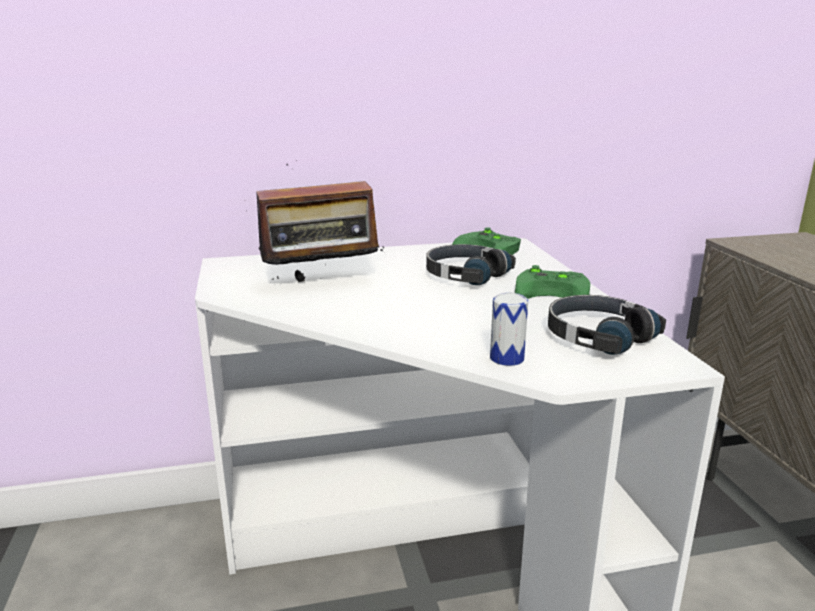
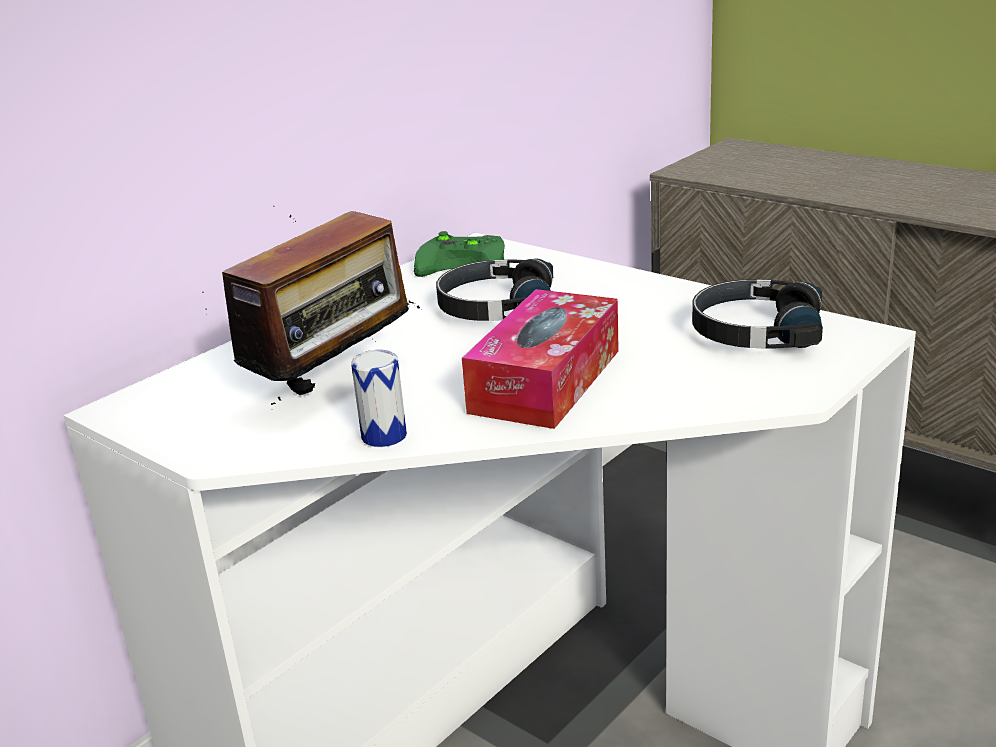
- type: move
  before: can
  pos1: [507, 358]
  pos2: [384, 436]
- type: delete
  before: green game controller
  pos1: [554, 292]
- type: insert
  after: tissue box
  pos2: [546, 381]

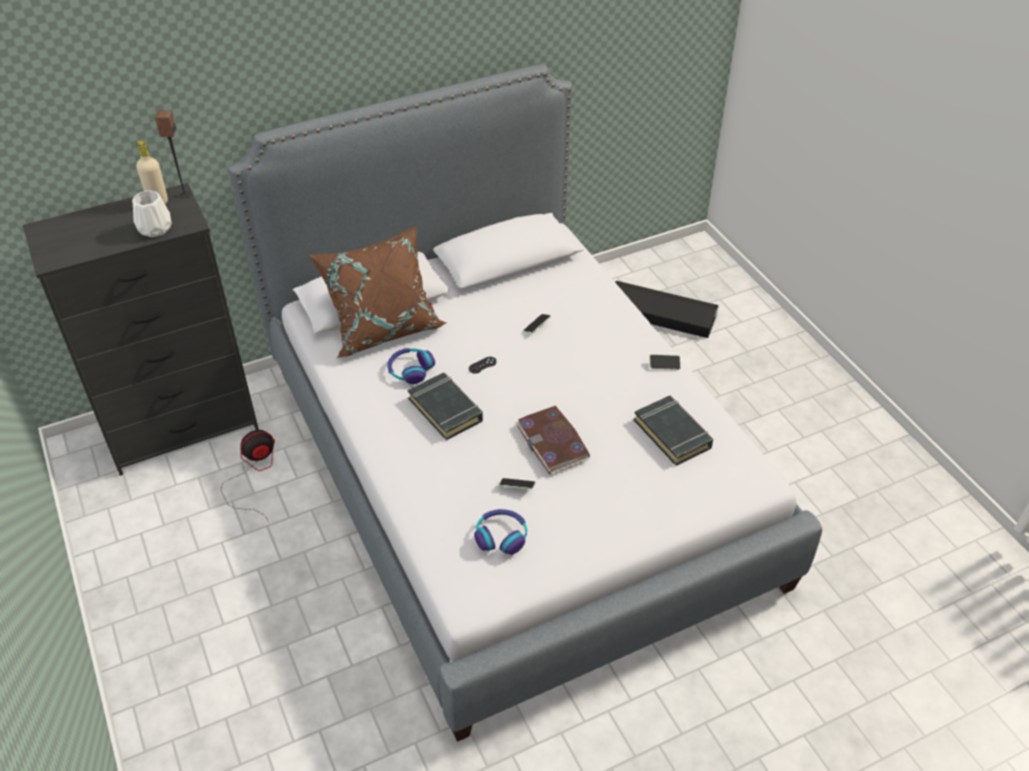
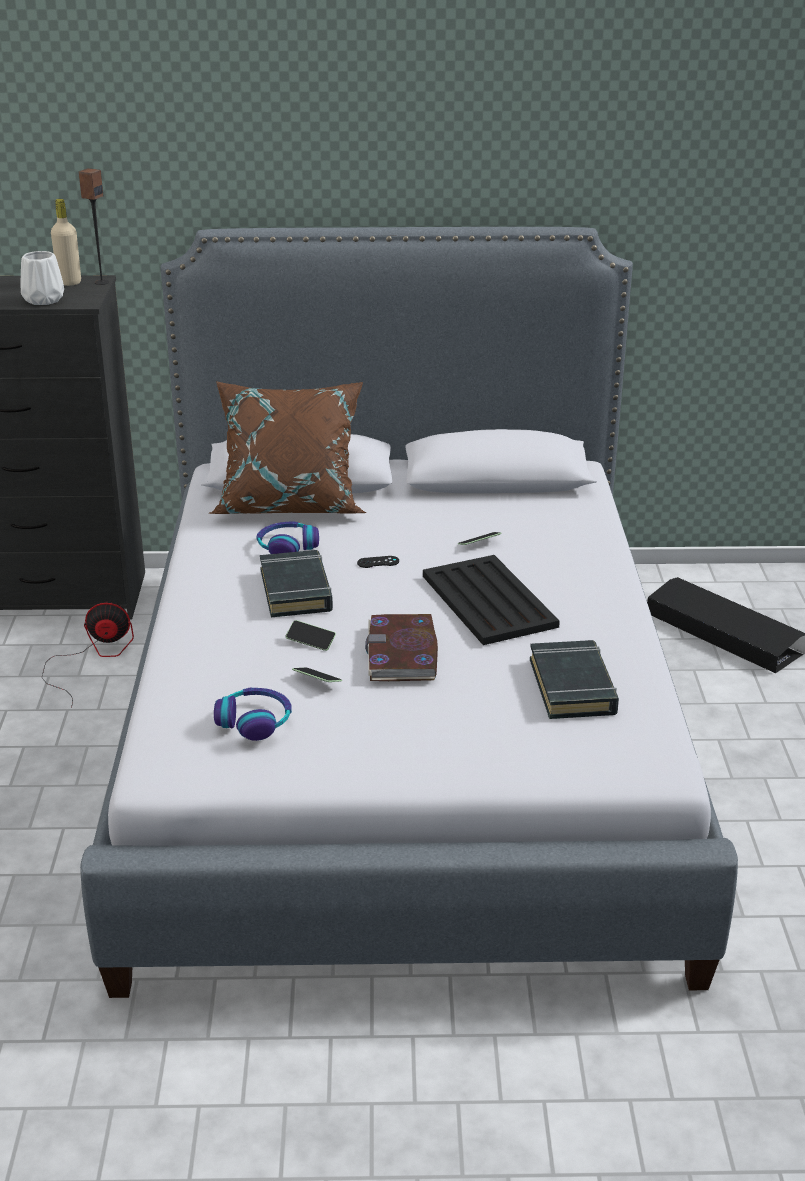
- type: move
  before: phone
  pos1: [664, 365]
  pos2: [310, 641]
- type: insert
  after: blackish carrying tray
  pos2: [488, 600]

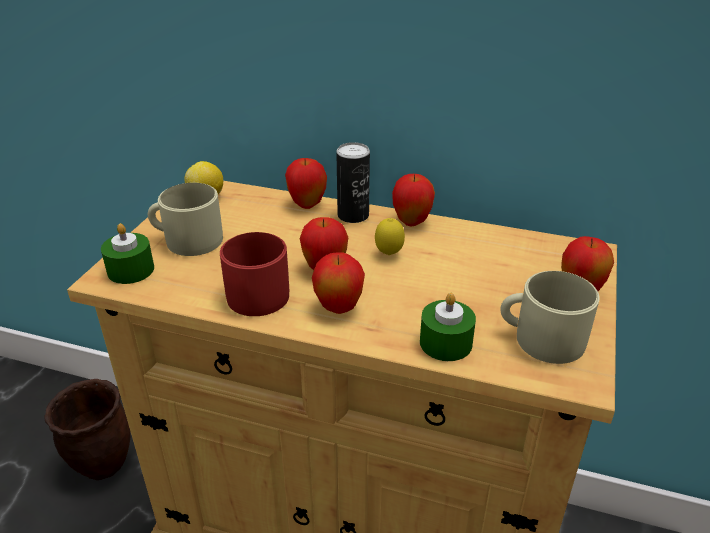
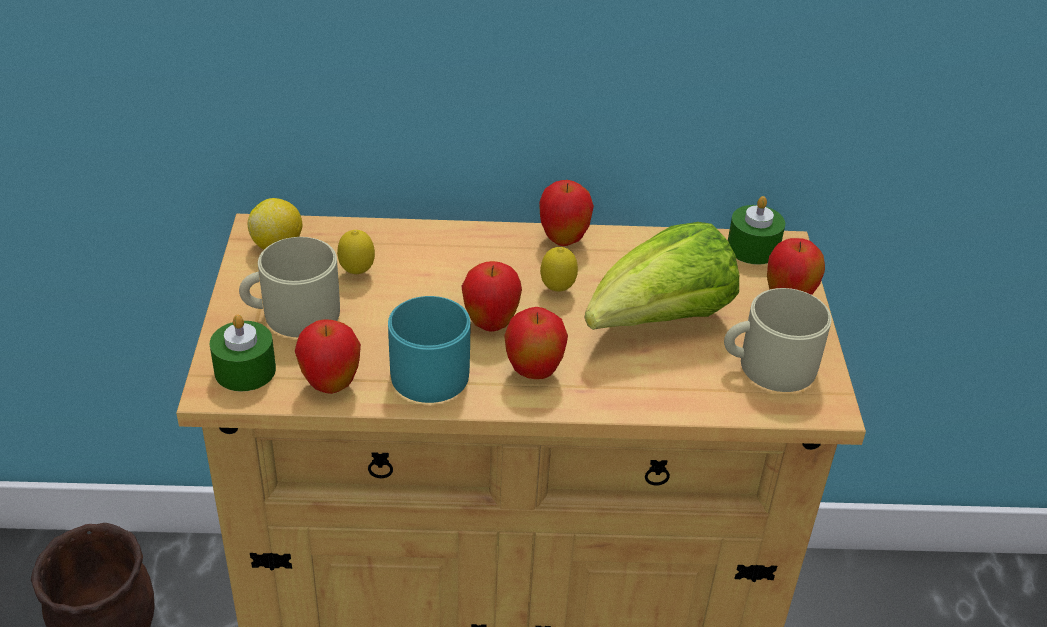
- type: recolor
  before: red-coloured coffee mug
  after: blue-green coffee mug
  pos1: [256, 291]
  pos2: [424, 369]
- type: move
  before: apple fruit
  pos1: [307, 204]
  pos2: [330, 385]
- type: delete
  before: can
  pos1: [353, 215]
- type: move
  before: green wax light
  pos1: [445, 343]
  pos2: [752, 248]
- type: insert
  after: citrus fruit
  pos2: [357, 273]
- type: insert
  after: lettuce
  pos2: [660, 322]

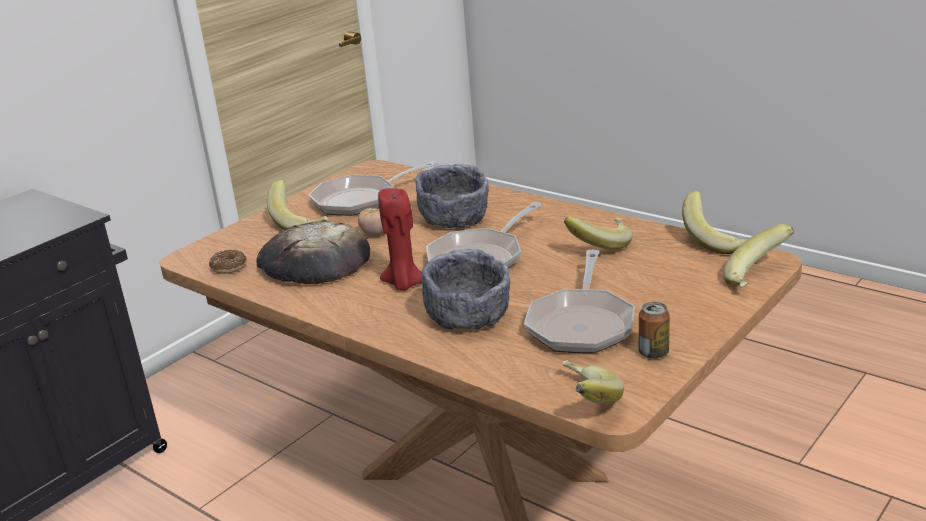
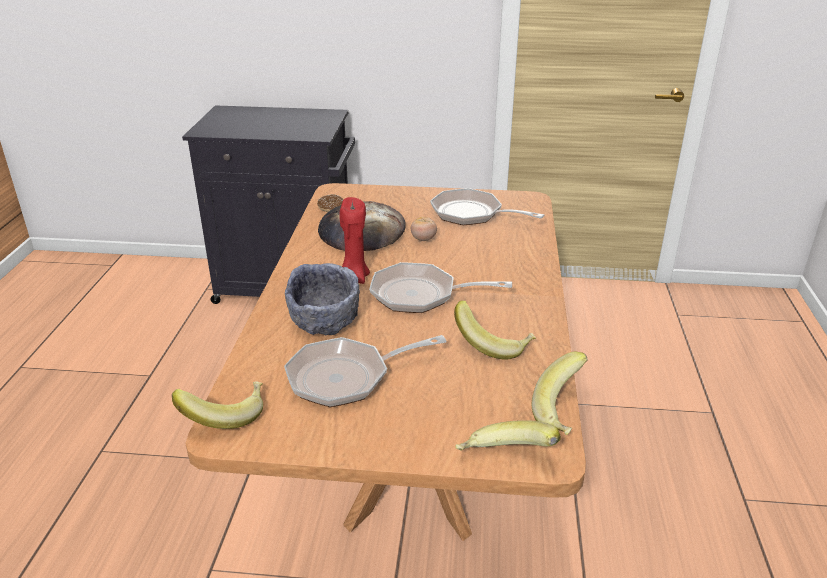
- type: delete
  before: whole banana
  pos1: [300, 223]
- type: delete
  before: grey bowl
  pos1: [455, 219]
- type: delete
  before: can
  pos1: [653, 353]

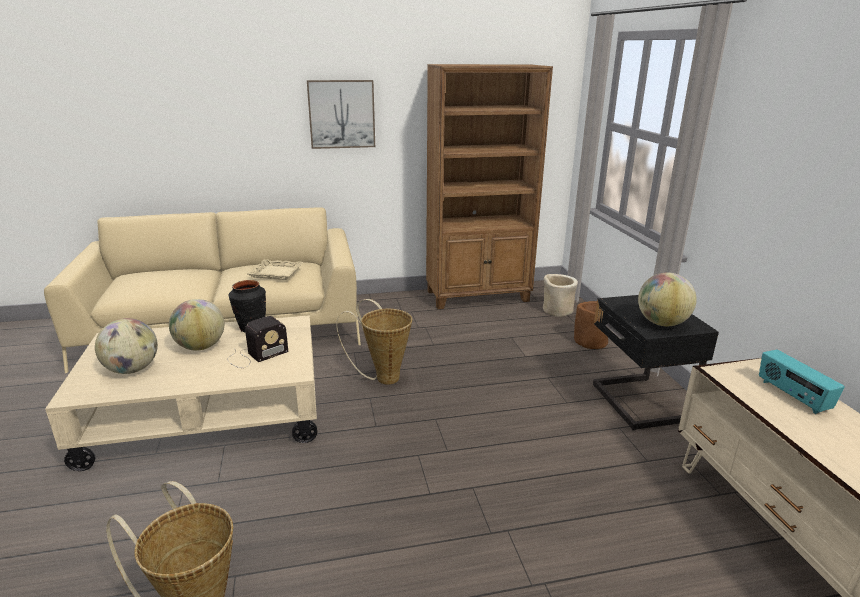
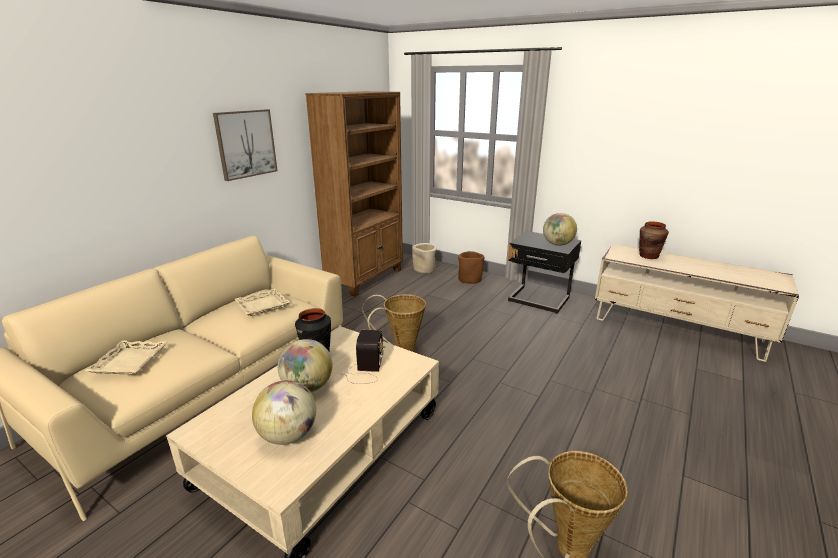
- type: replace
  before: radio
  after: brownish flower vase
  pos1: [792, 396]
  pos2: [648, 256]
- type: insert
  after: sand-coloured carrying tray
  pos2: [129, 361]

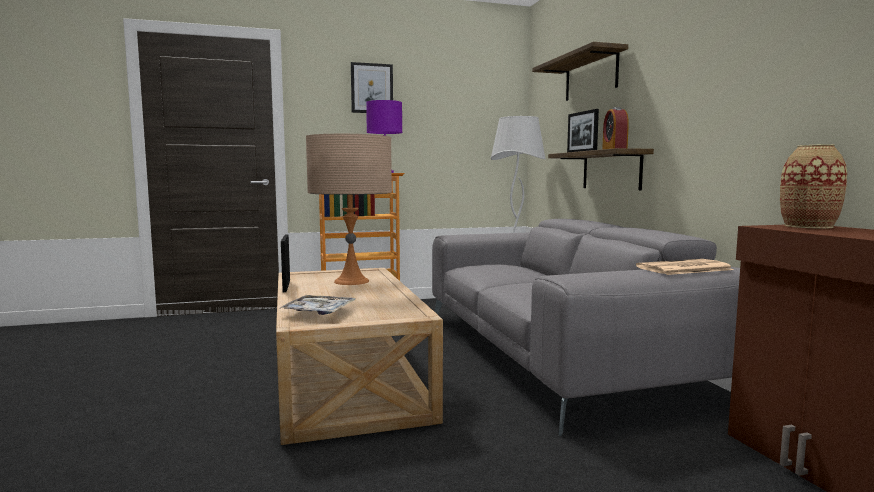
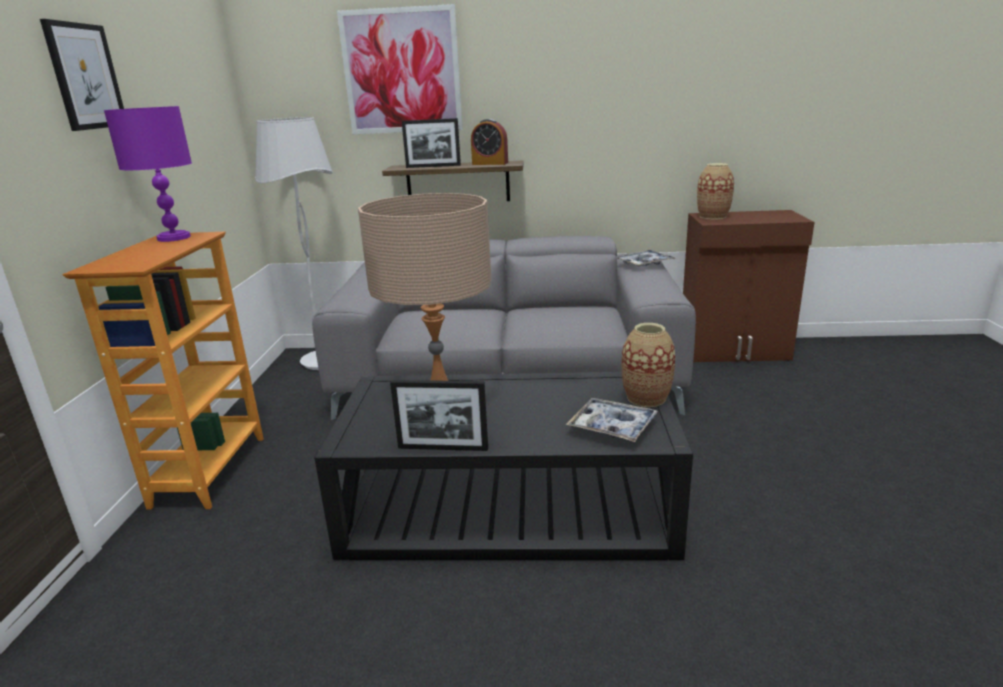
- type: recolor
  before: sand-coloured coffee table
  after: blackish coffee table
  pos1: [348, 376]
  pos2: [509, 504]
- type: replace
  before: wall shelf
  after: wall art
  pos1: [591, 76]
  pos2: [402, 71]
- type: replace
  before: printed paper
  after: carrying tray
  pos1: [683, 268]
  pos2: [644, 263]
- type: insert
  after: flower vase
  pos2: [646, 398]

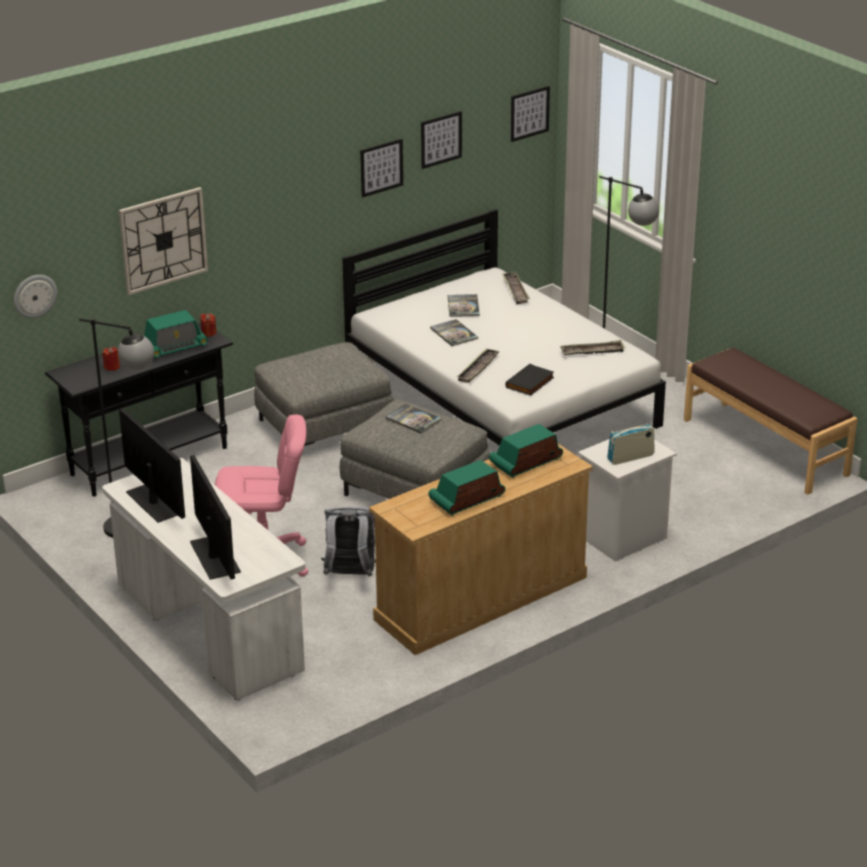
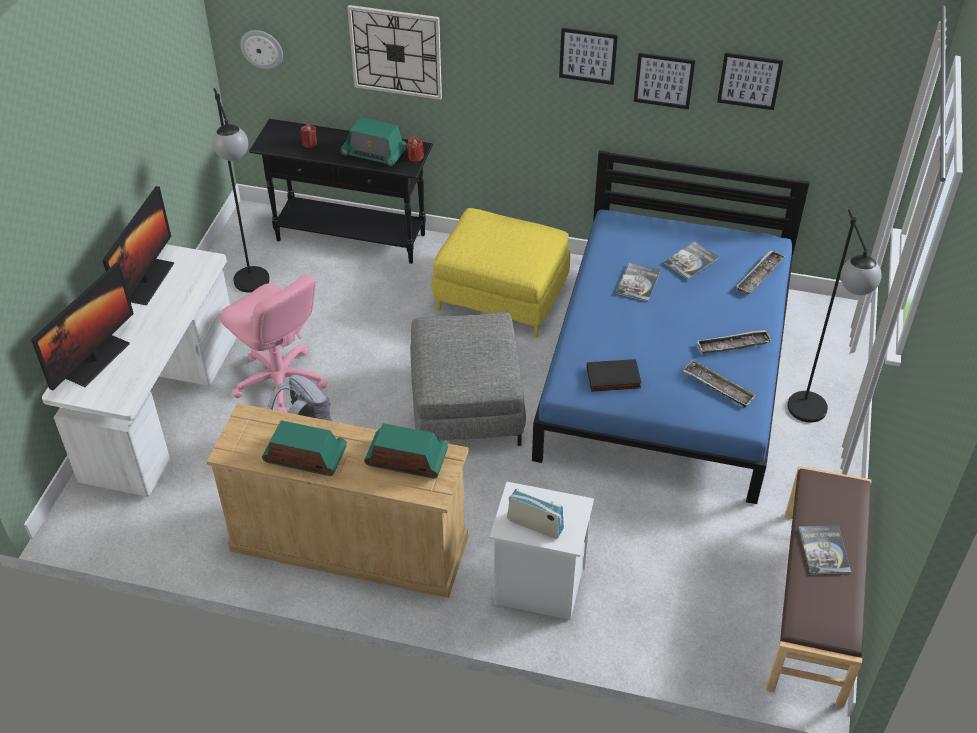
- type: recolor
  before: grey pouffe
  after: yellow pouffe
  pos1: [325, 426]
  pos2: [502, 294]
- type: recolor
  before: whitish sleeping bed
  after: blue sleeping bed
  pos1: [501, 399]
  pos2: [666, 370]
- type: move
  before: bound book
  pos1: [413, 419]
  pos2: [823, 550]
- type: move
  before: carrying tray
  pos1: [478, 368]
  pos2: [733, 345]
- type: move
  before: wall art
  pos1: [529, 113]
  pos2: [588, 55]

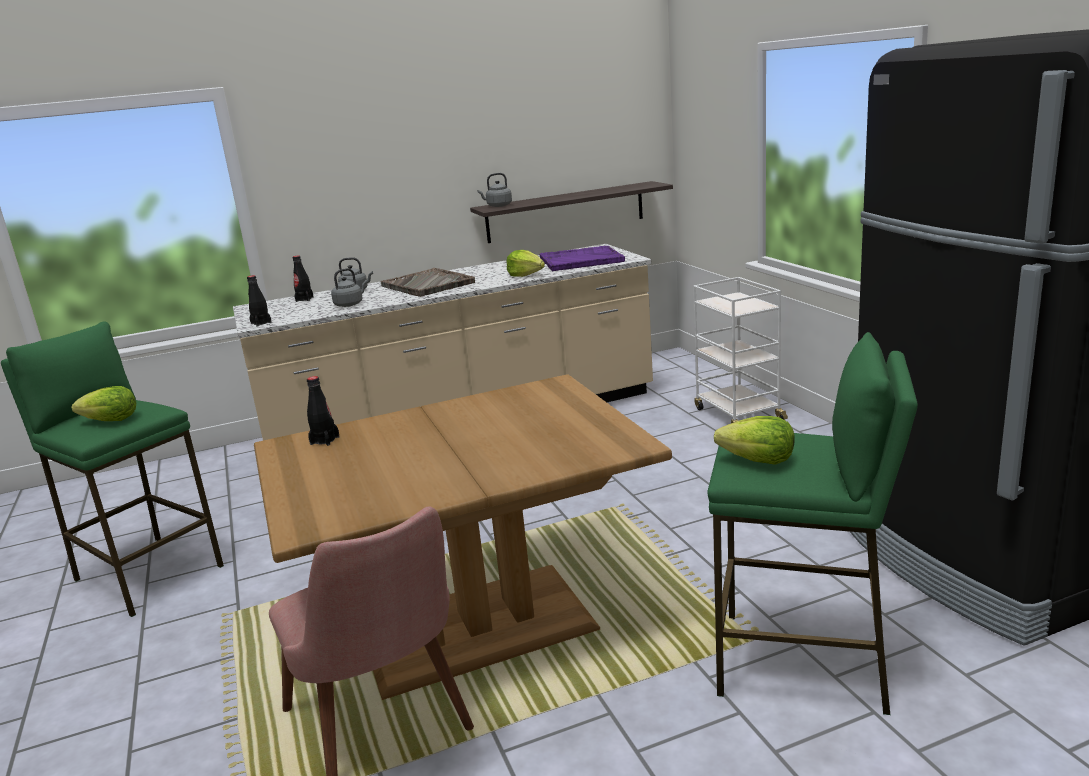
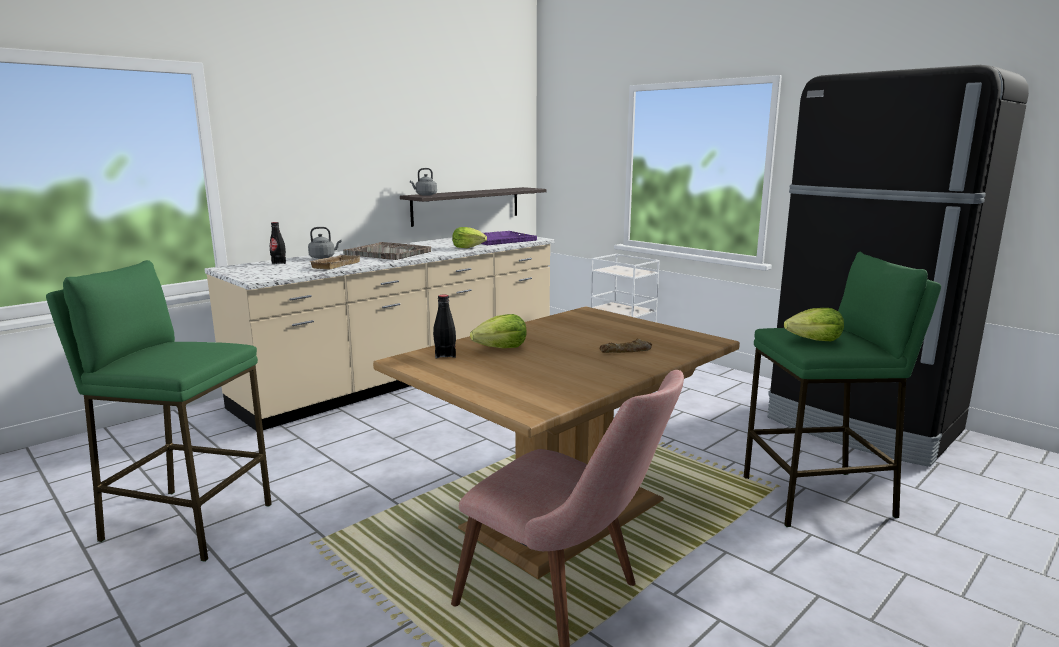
- type: move
  before: lettuce
  pos1: [111, 420]
  pos2: [501, 348]
- type: delete
  before: blackish bottle
  pos1: [261, 323]
- type: replace
  before: grey tea kettle
  after: sand-coloured carrying tray
  pos1: [350, 304]
  pos2: [335, 265]
- type: insert
  after: baked bread
  pos2: [626, 351]

